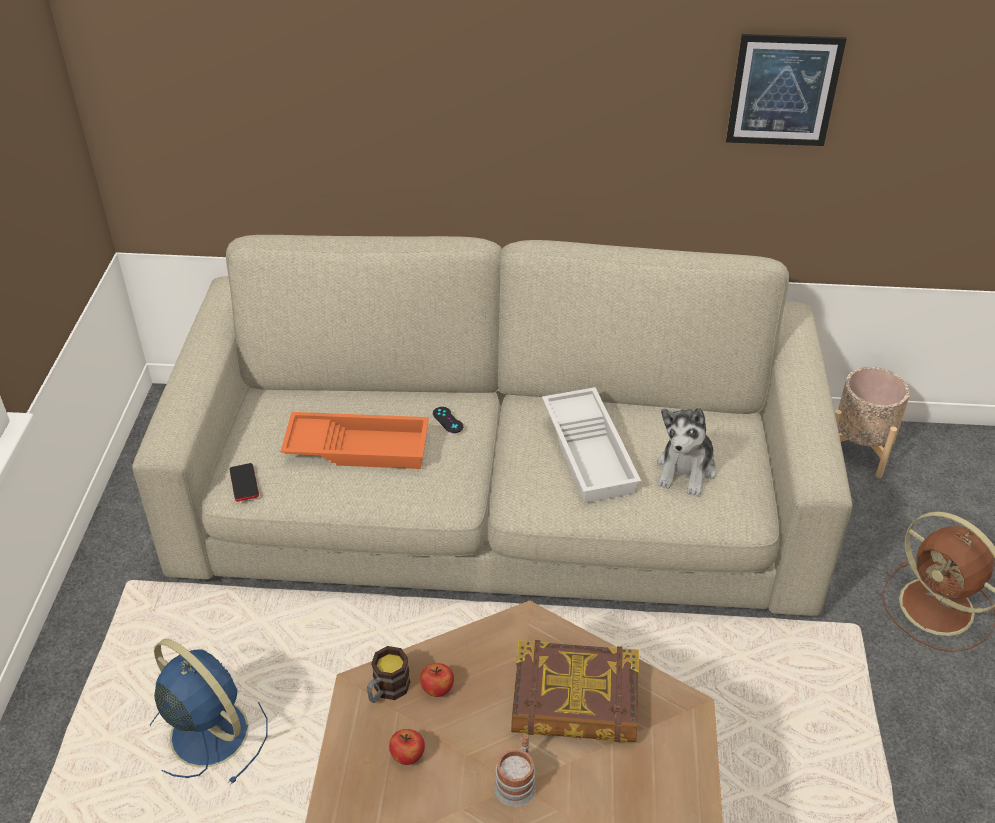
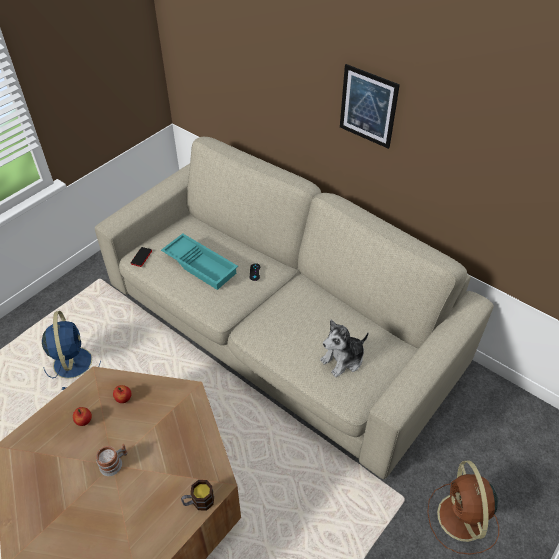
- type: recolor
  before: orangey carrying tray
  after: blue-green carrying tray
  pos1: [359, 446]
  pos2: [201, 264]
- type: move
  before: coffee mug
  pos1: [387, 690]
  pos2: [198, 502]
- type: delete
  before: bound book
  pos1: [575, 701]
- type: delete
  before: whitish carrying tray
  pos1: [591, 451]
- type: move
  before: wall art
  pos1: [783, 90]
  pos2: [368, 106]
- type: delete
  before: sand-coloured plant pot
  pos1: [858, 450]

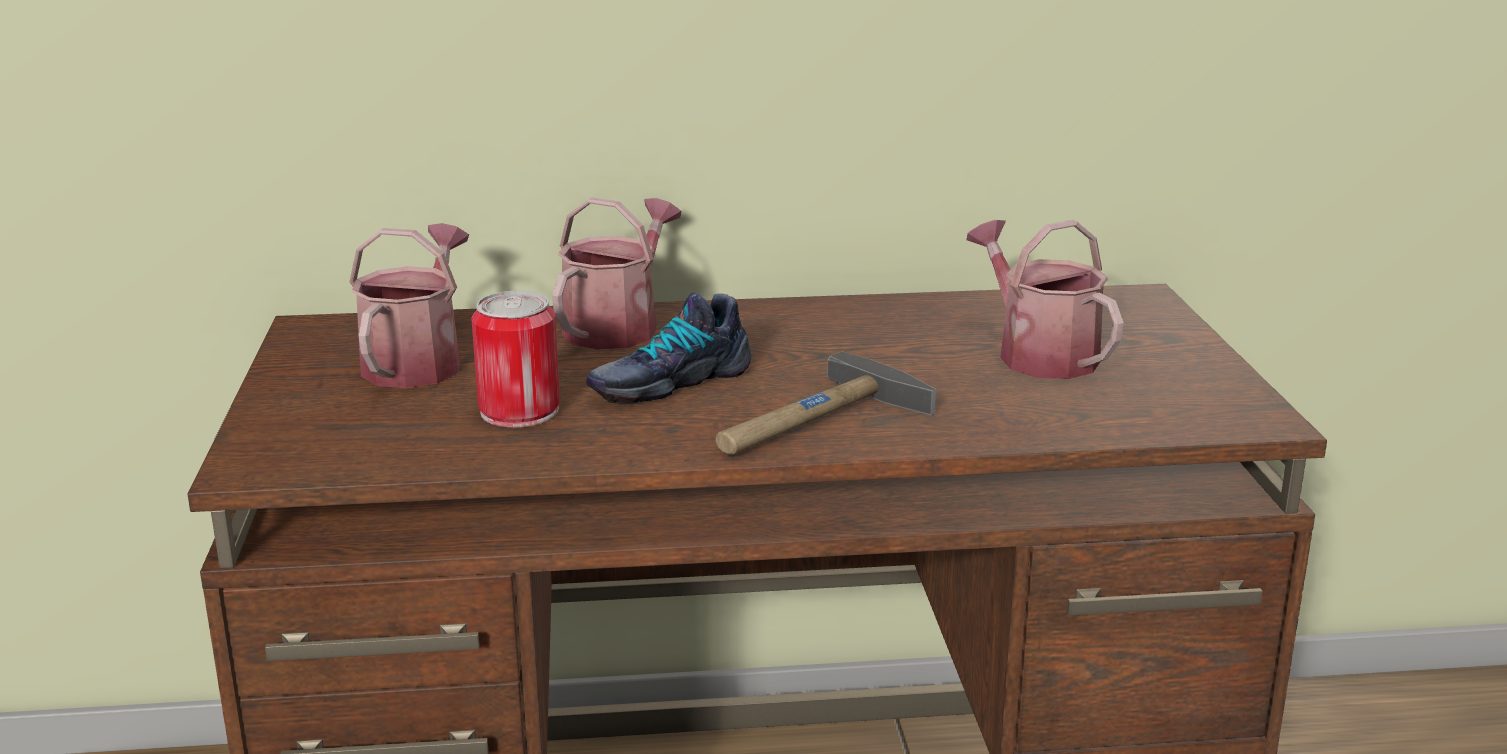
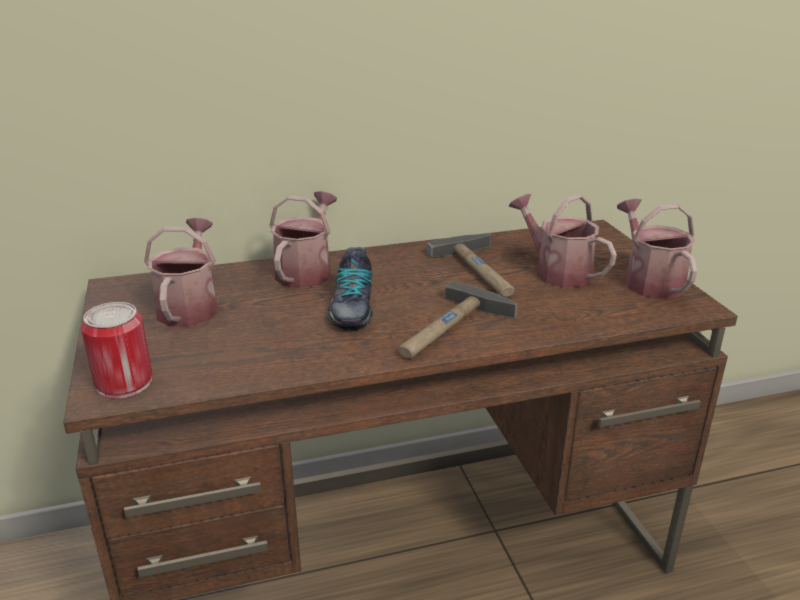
- type: move
  before: can
  pos1: [519, 411]
  pos2: [124, 383]
- type: rotate
  before: low shoe
  pos1: [668, 382]
  pos2: [351, 308]
  turn: -45
- type: insert
  after: hammer
  pos2: [481, 271]
- type: insert
  after: watering can
  pos2: [649, 281]

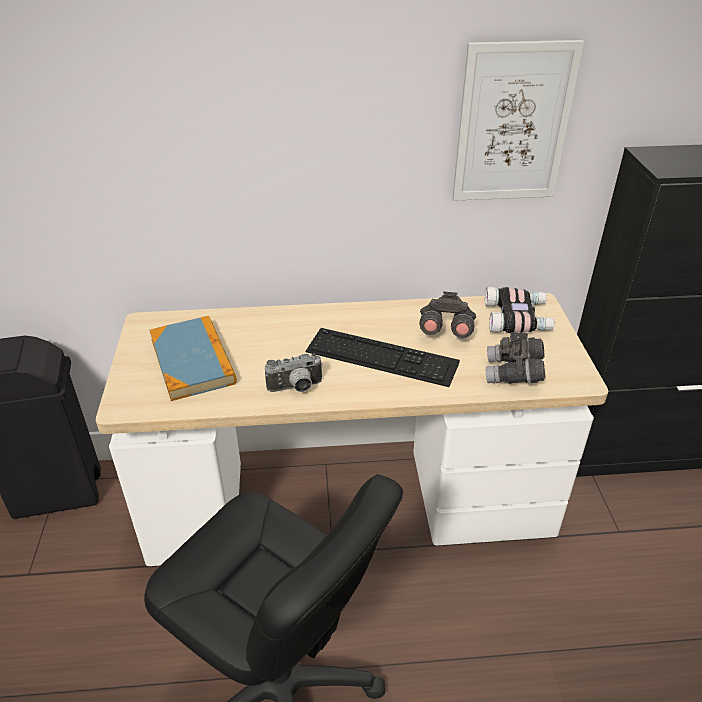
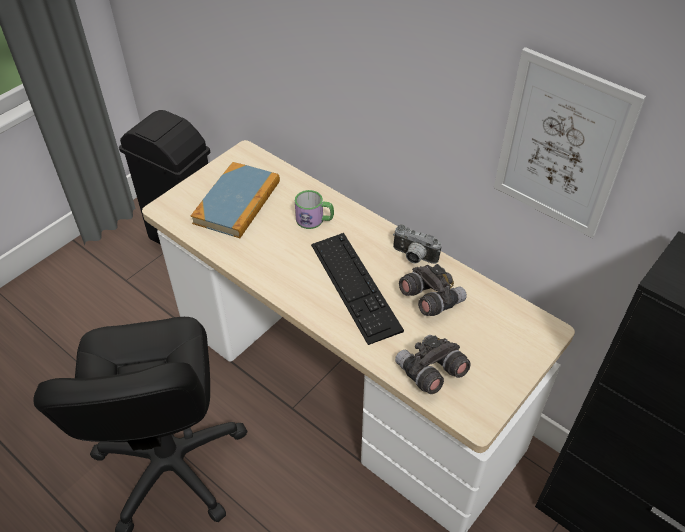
- type: move
  before: still camera
  pos1: [296, 388]
  pos2: [413, 257]
- type: delete
  before: binoculars
  pos1: [518, 318]
- type: insert
  after: coffee mug
  pos2: [314, 220]

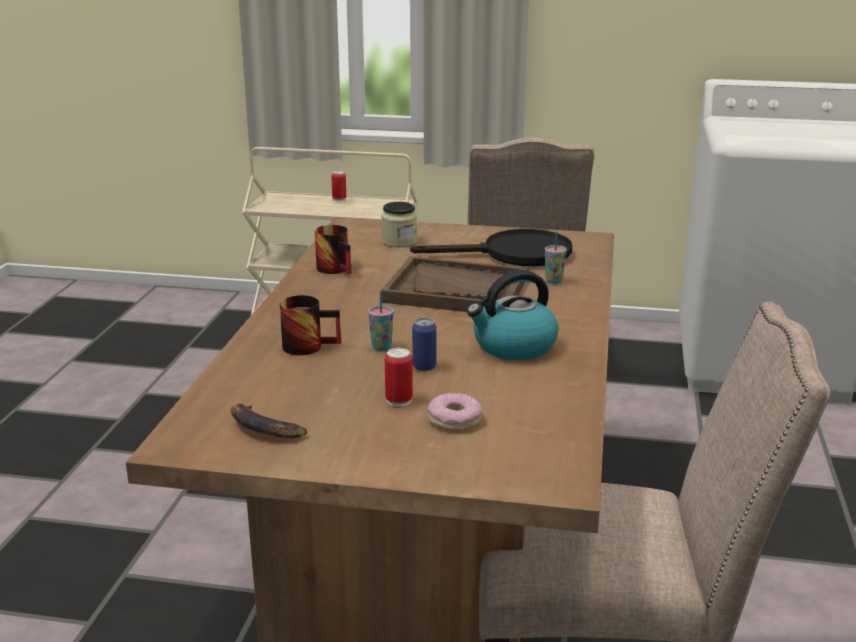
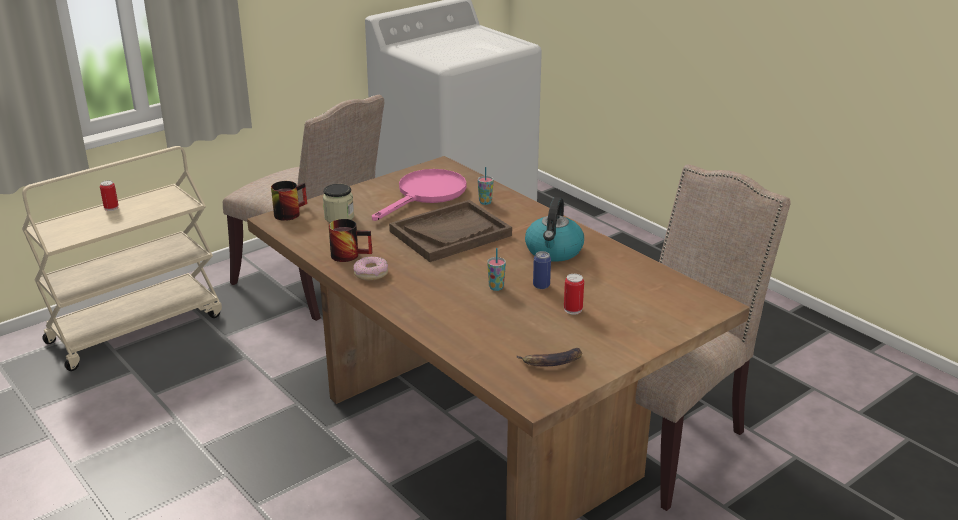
- type: move
  before: coffee mug
  pos1: [309, 345]
  pos2: [289, 212]
- type: recolor
  before: blackish frying pan
  after: pink frying pan
  pos1: [514, 254]
  pos2: [426, 195]
- type: move
  before: ring doughnut
  pos1: [454, 420]
  pos2: [371, 273]

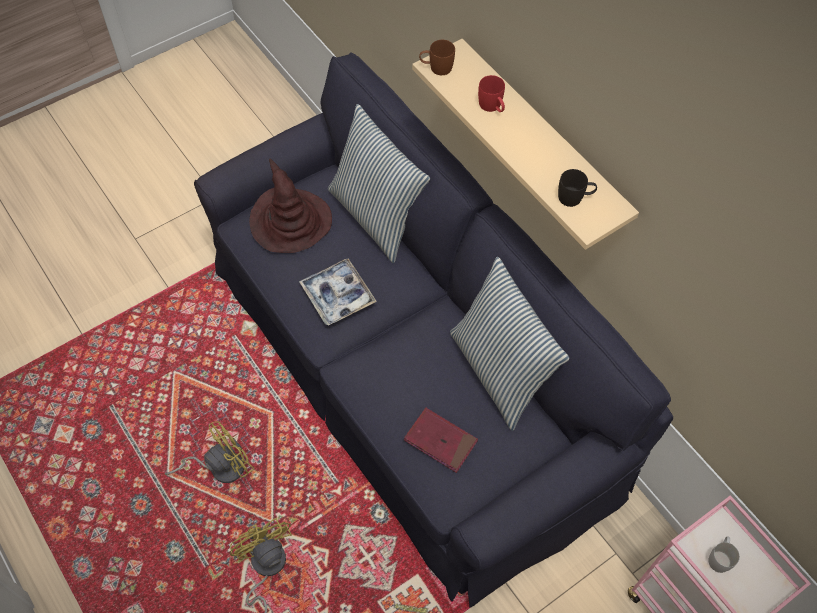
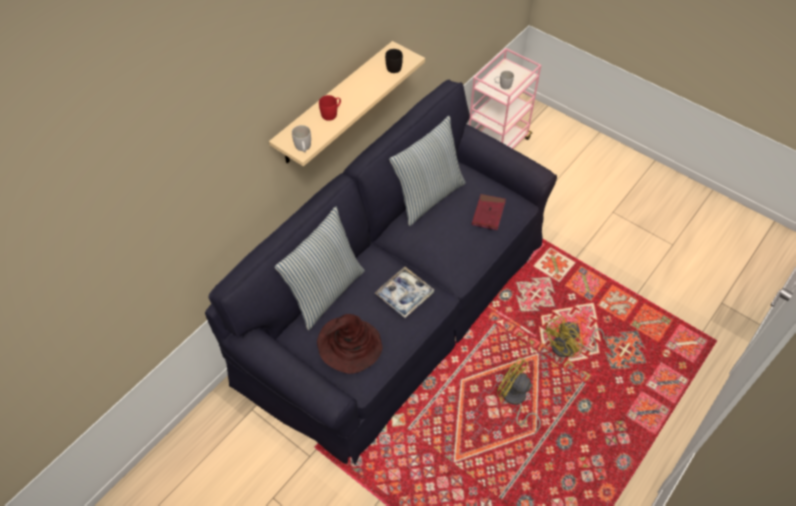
- type: recolor
  before: brownish coffee mug
  after: whitish coffee mug
  pos1: [436, 67]
  pos2: [303, 148]

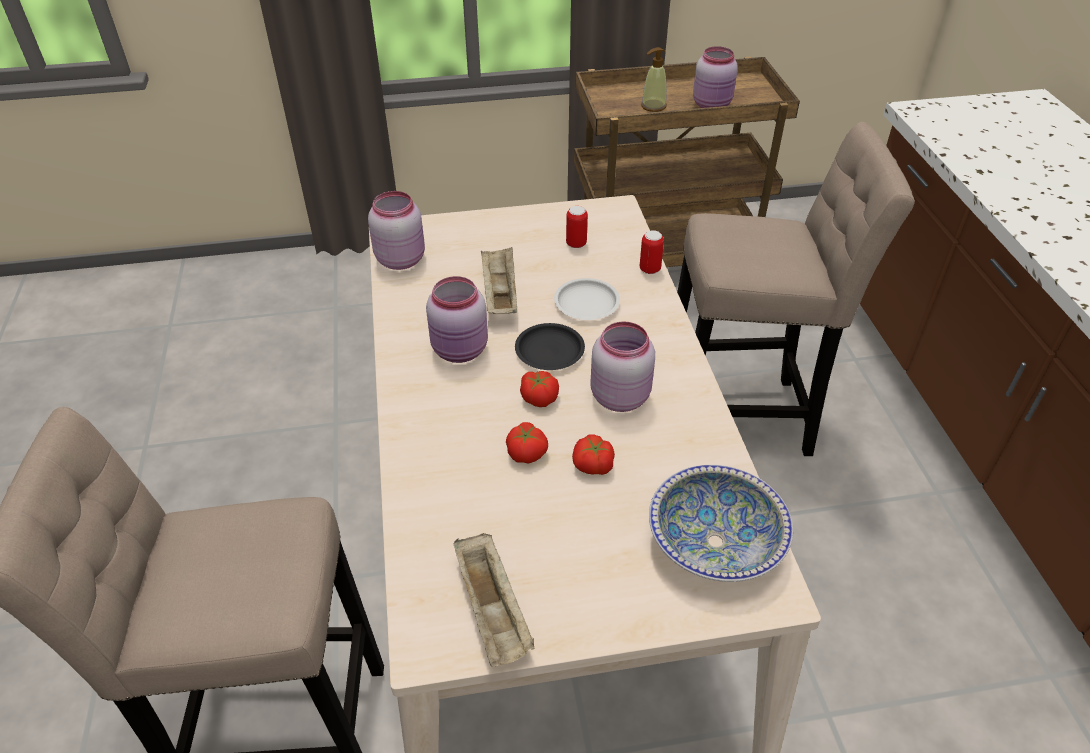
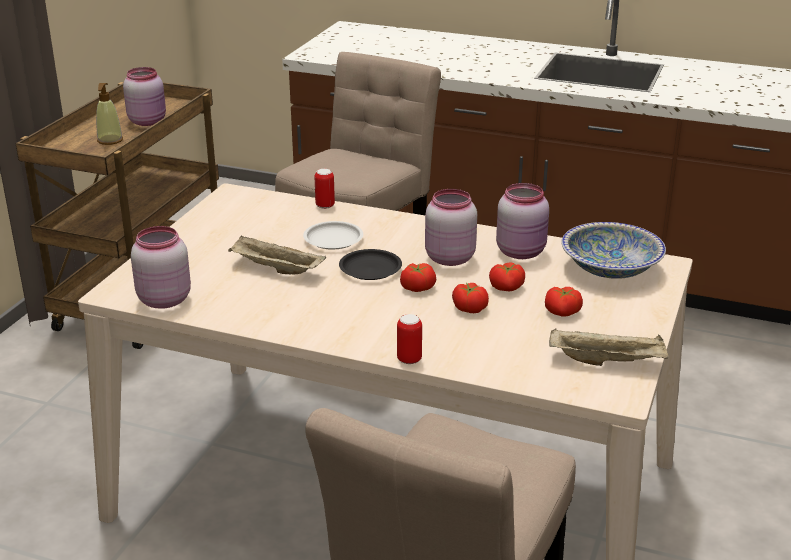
- type: move
  before: pink jar
  pos1: [461, 350]
  pos2: [522, 252]
- type: move
  before: can
  pos1: [576, 244]
  pos2: [409, 359]
- type: insert
  after: fresh tomato
  pos2: [562, 312]

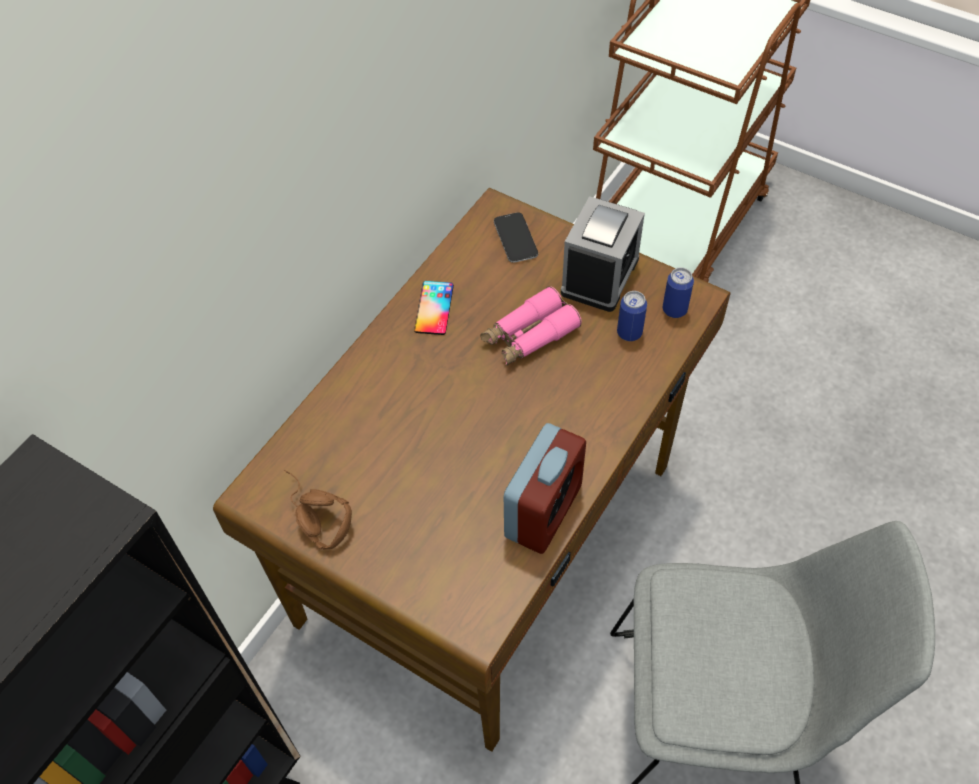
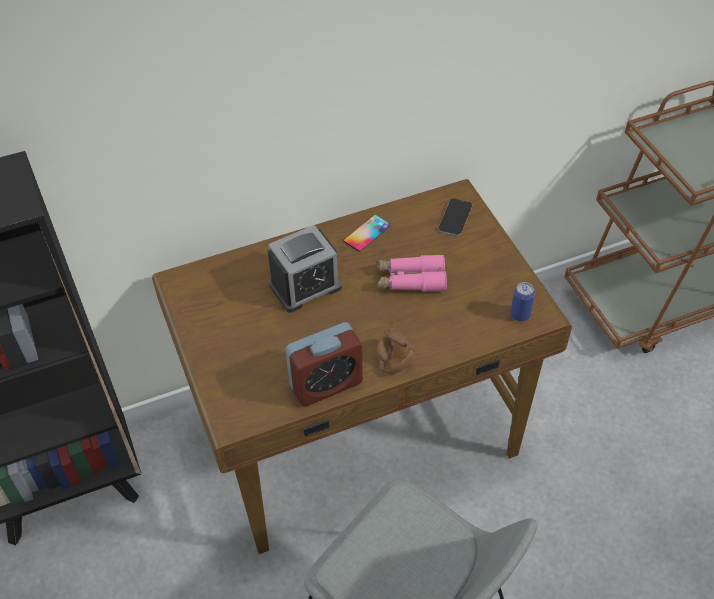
- type: move
  before: brownish headset
  pos1: [310, 516]
  pos2: [389, 349]
- type: move
  before: bedside clock
  pos1: [600, 276]
  pos2: [305, 286]
- type: delete
  before: can
  pos1: [629, 333]

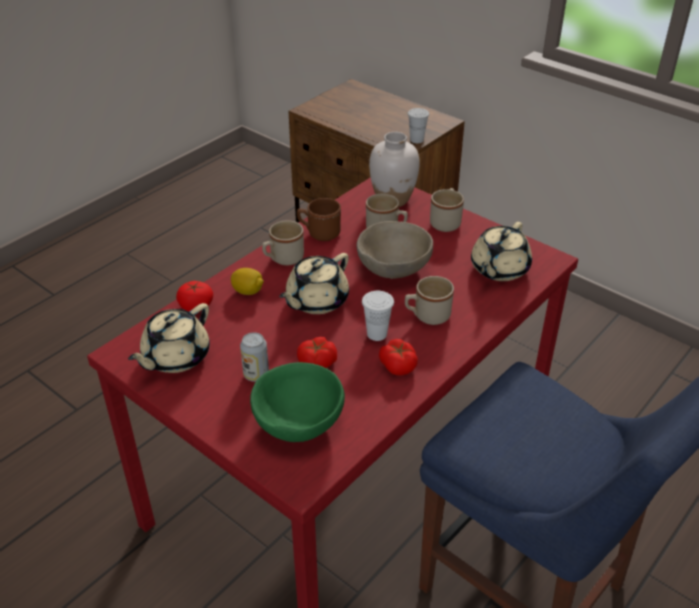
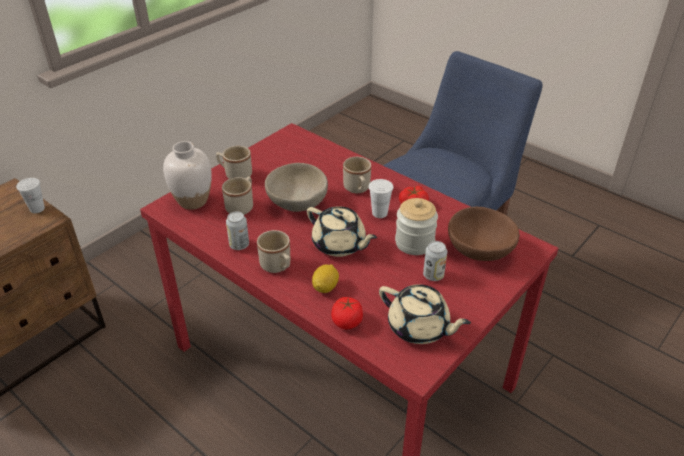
- type: recolor
  before: green bowl
  after: brownish bowl
  pos1: [298, 422]
  pos2: [479, 251]
- type: replace
  before: brownish coffee mug
  after: can
  pos1: [319, 233]
  pos2: [239, 245]
- type: replace
  before: fresh tomato
  after: jar
  pos1: [317, 362]
  pos2: [414, 243]
- type: delete
  before: sand-coloured pot for tea
  pos1: [498, 269]

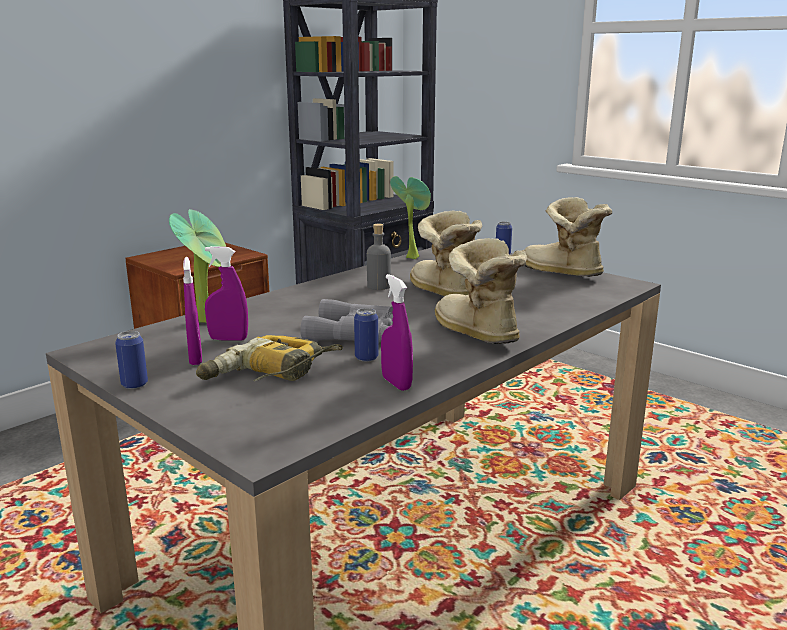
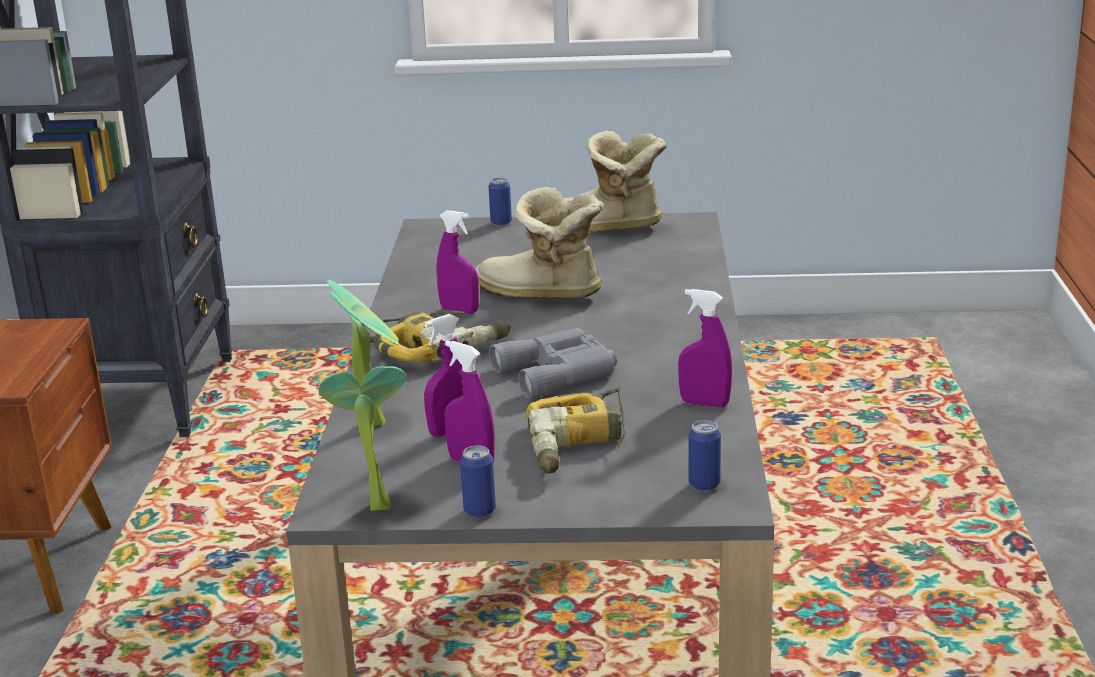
- type: move
  before: can
  pos1: [366, 357]
  pos2: [704, 484]
- type: replace
  before: grey bottle
  after: purplish hand sprayer
  pos1: [378, 286]
  pos2: [459, 310]
- type: move
  before: potted plant
  pos1: [411, 257]
  pos2: [374, 504]
- type: delete
  before: tall boot
  pos1: [474, 334]
- type: insert
  after: power drill
  pos2: [436, 347]

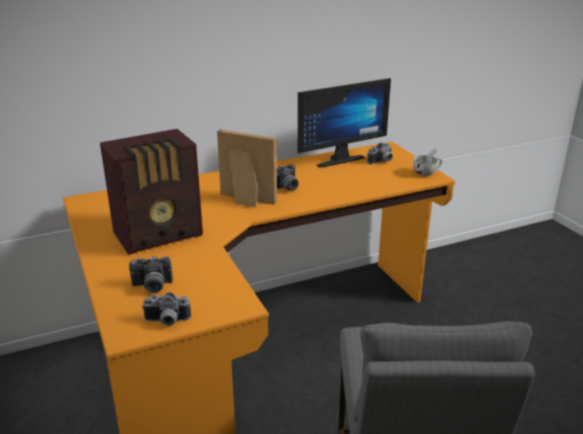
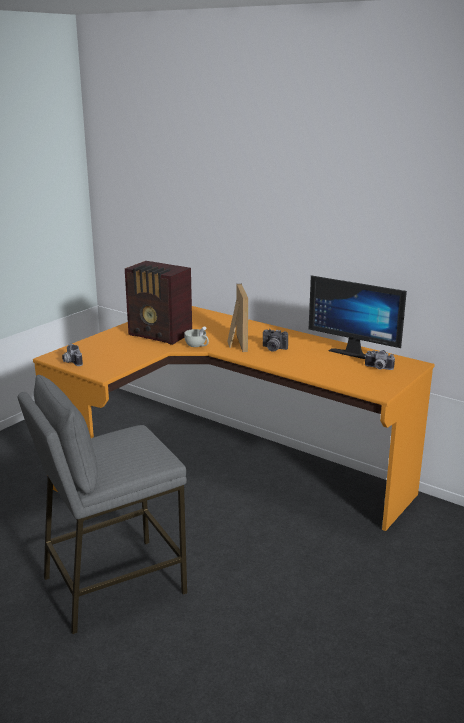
- type: delete
  before: still camera
  pos1: [152, 287]
- type: move
  before: whitish small cup
  pos1: [427, 173]
  pos2: [197, 346]

